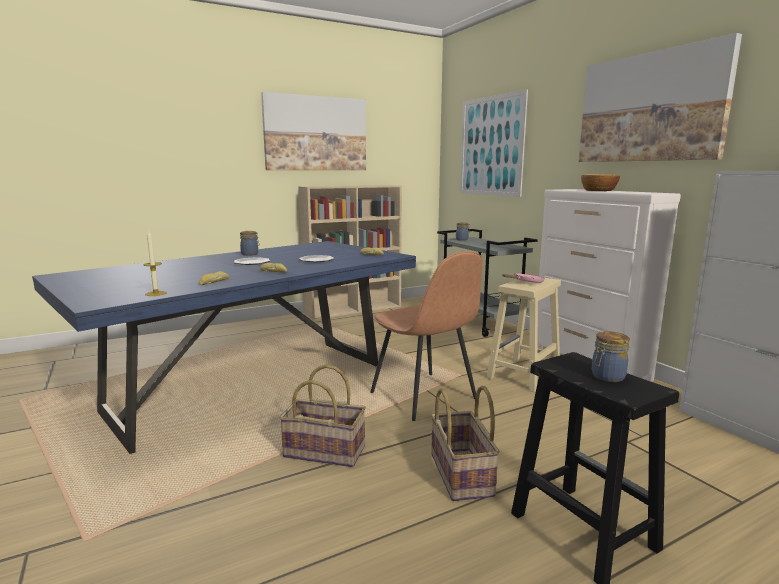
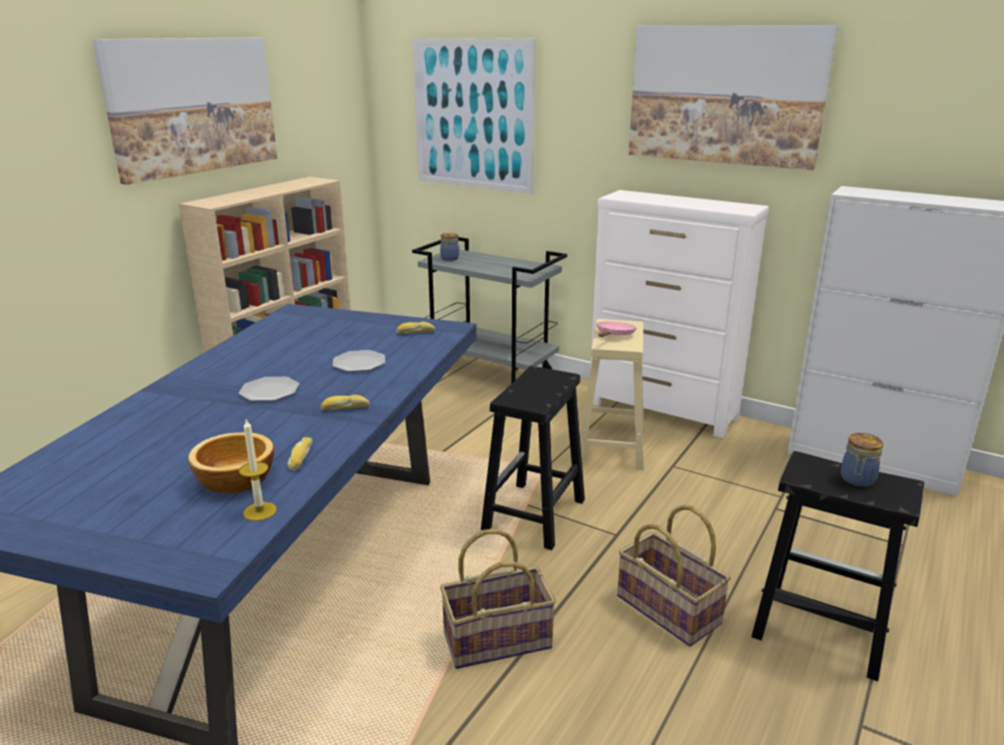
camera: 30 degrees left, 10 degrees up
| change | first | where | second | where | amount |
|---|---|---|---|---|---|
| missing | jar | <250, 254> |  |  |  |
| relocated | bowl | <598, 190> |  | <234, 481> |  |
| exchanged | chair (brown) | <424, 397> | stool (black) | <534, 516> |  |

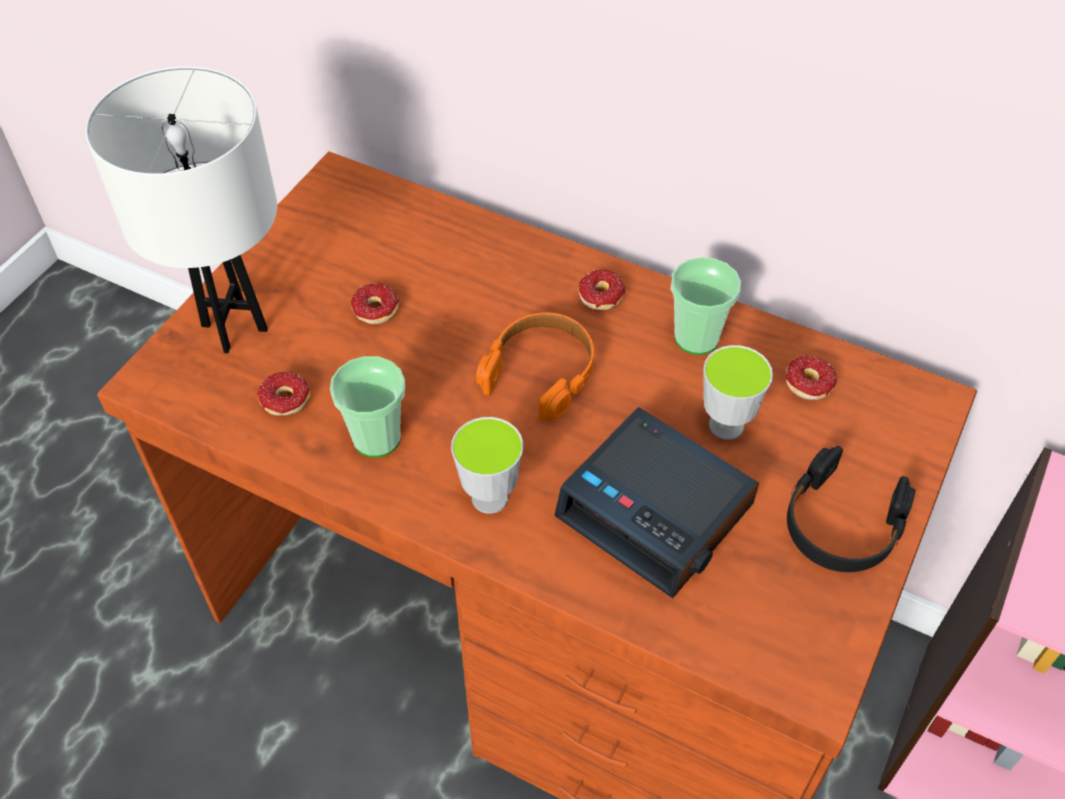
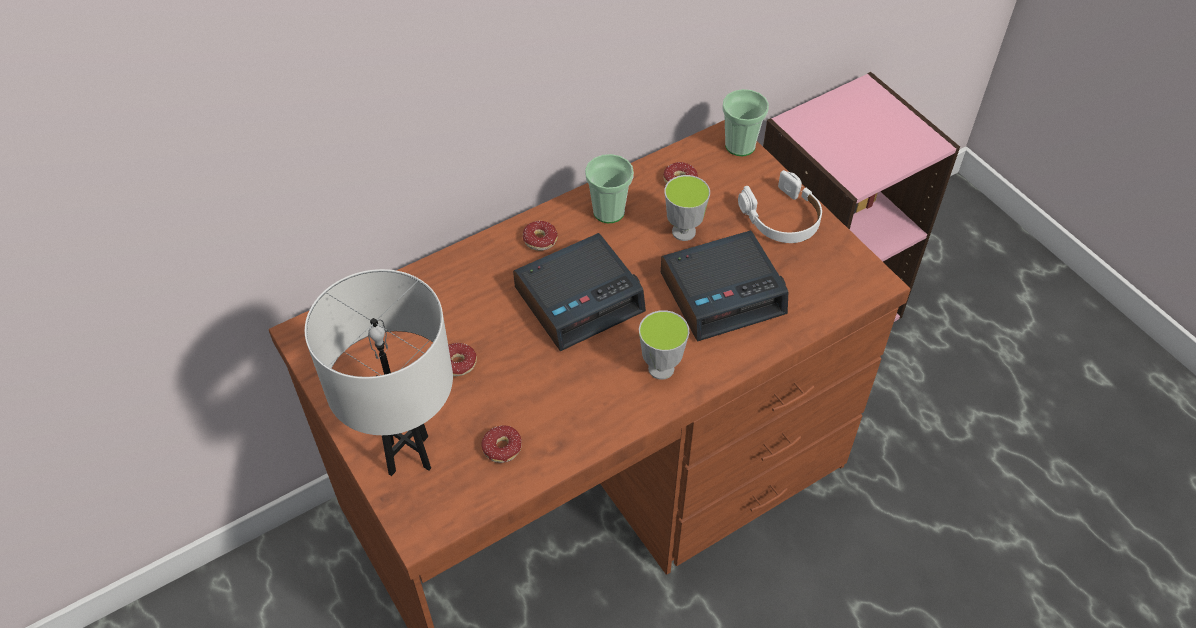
camera: 60 degrees left, 0 degrees up
| change | first | where | second | where | amount |
|---|---|---|---|---|---|
| relocated | cup | <376, 438> |  | <740, 146> |  |
| exchanged | headphones (orange) | <541, 372> | alarm clock | <580, 299> |  |
| colour | headphones (black) | <841, 523> | headphones (white) | <782, 218> |  |

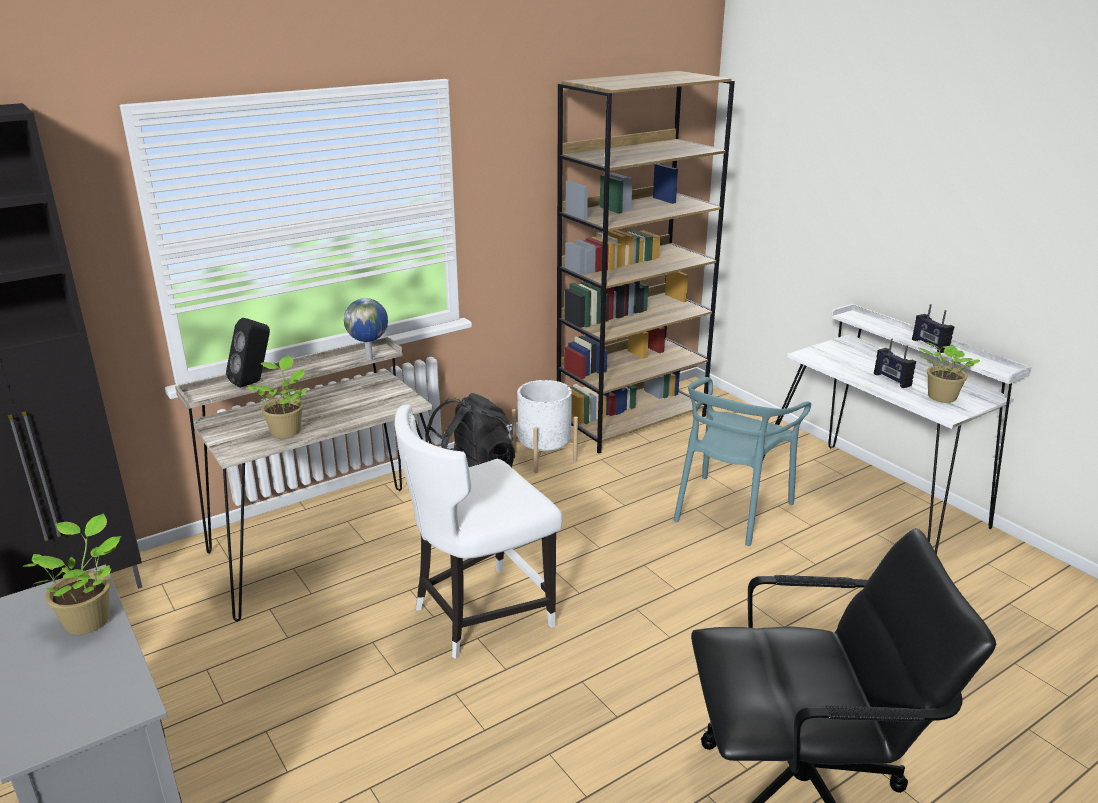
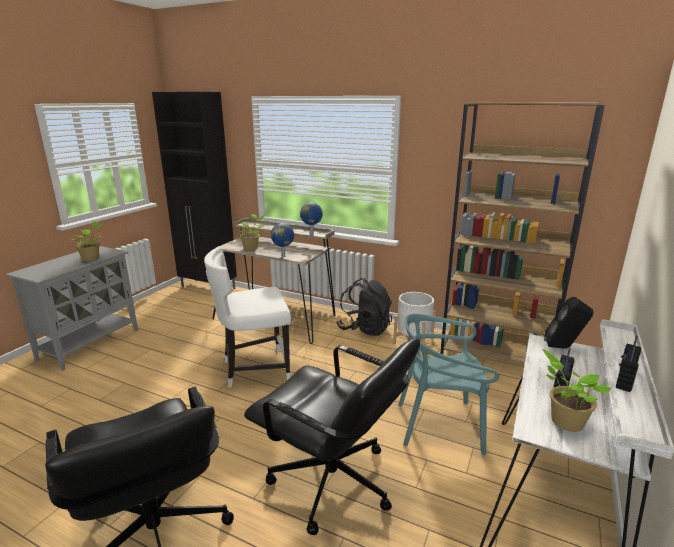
camera: 60 degrees right, 5 degrees down
| change | first | where | second | where | amount |
|---|---|---|---|---|---|
| appeared |  |  | office chair (black) | <332, 482> |  |
| appeared |  |  | globe | <284, 256> |  |
| relocated | speaker (black) | <254, 382> |  | <563, 348> |  |
| spun | chair (white) | <479, 614> |  | <254, 369> | 45 degrees counterclockwise |

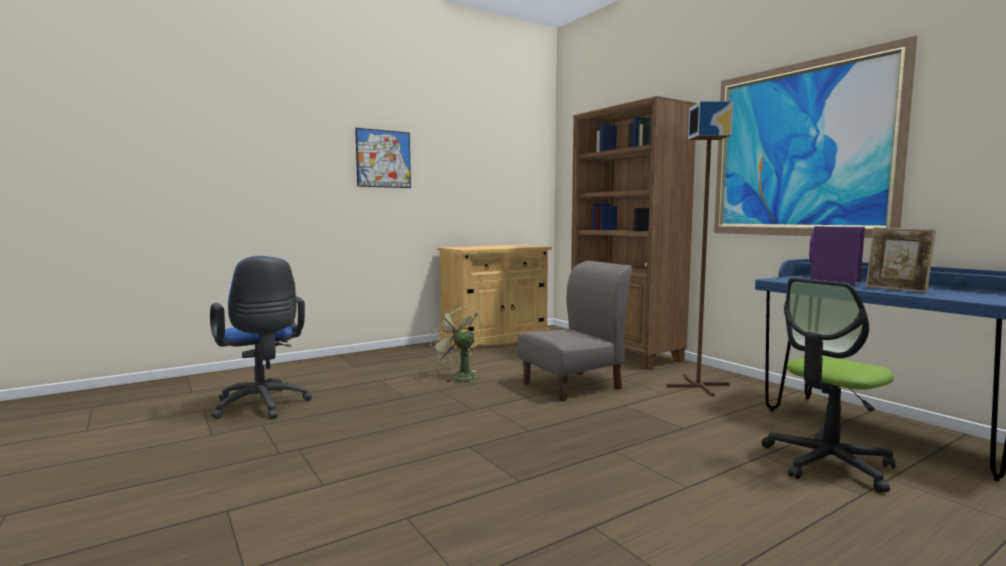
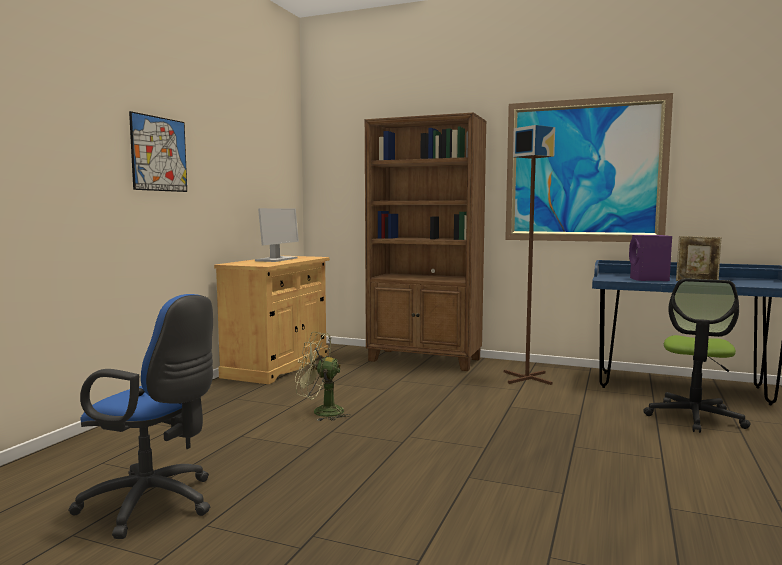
camera: 35 degrees left, 0 degrees up
| change | first | where | second | where | amount |
|---|---|---|---|---|---|
| missing | chair (grey) | <573, 385> |  |  |  |
| appeared |  |  | monitor | <276, 259> |  |

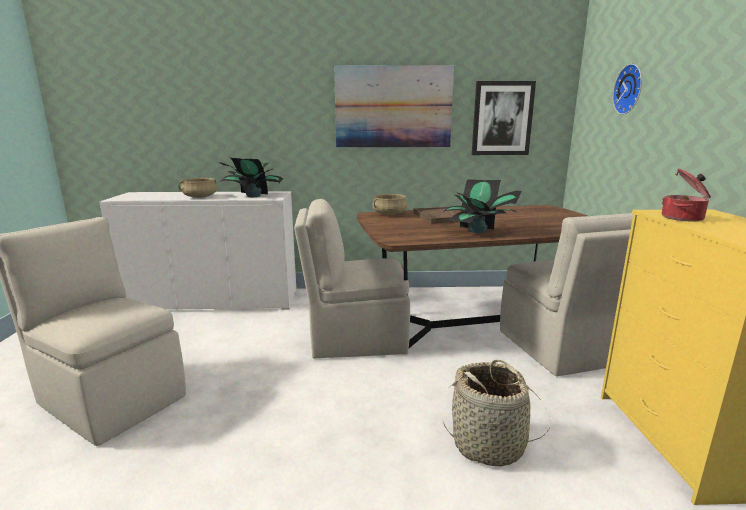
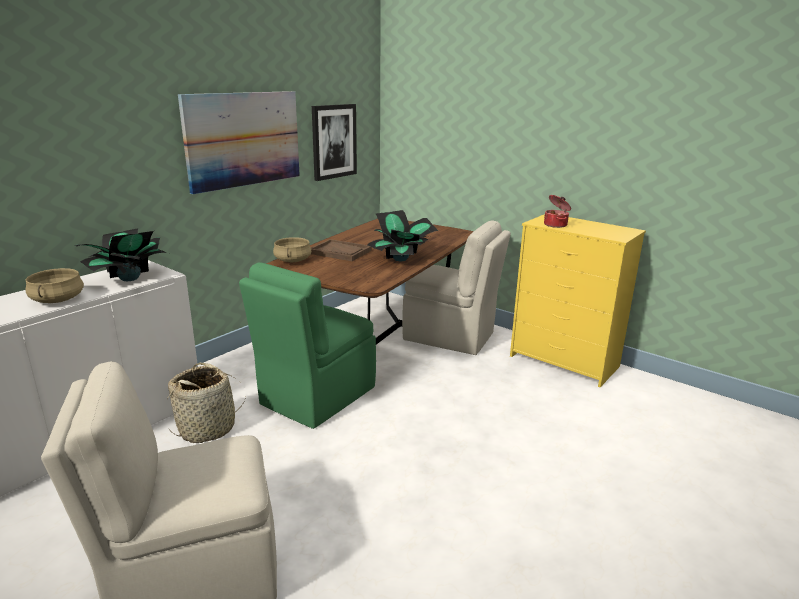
camera: 50 degrees left, 5 degrees up
| change | first | where | second | where | amount |
|---|---|---|---|---|---|
| missing | wall clock | <630, 89> |  |  |  |
| relocated | basket | <489, 444> |  | <208, 428> |  |
| colour | chair (beige) | <355, 339> | chair (green) | <316, 397> |  |

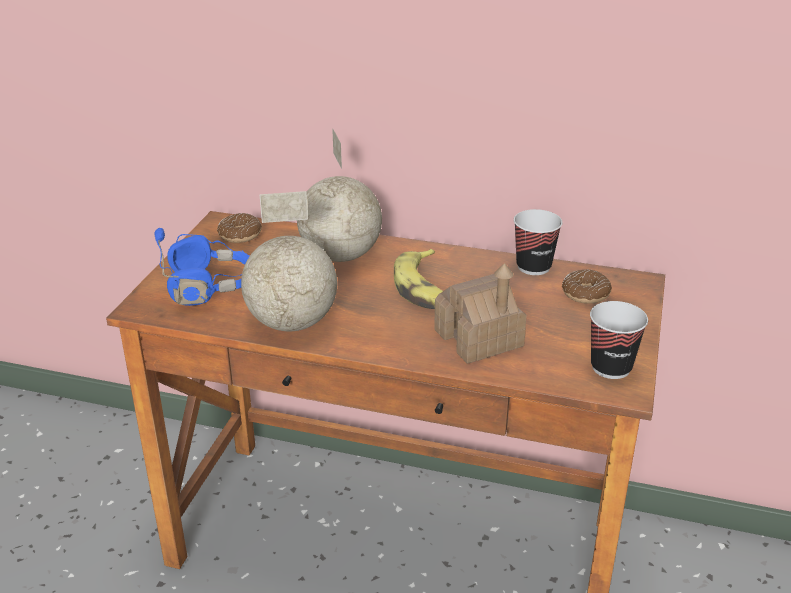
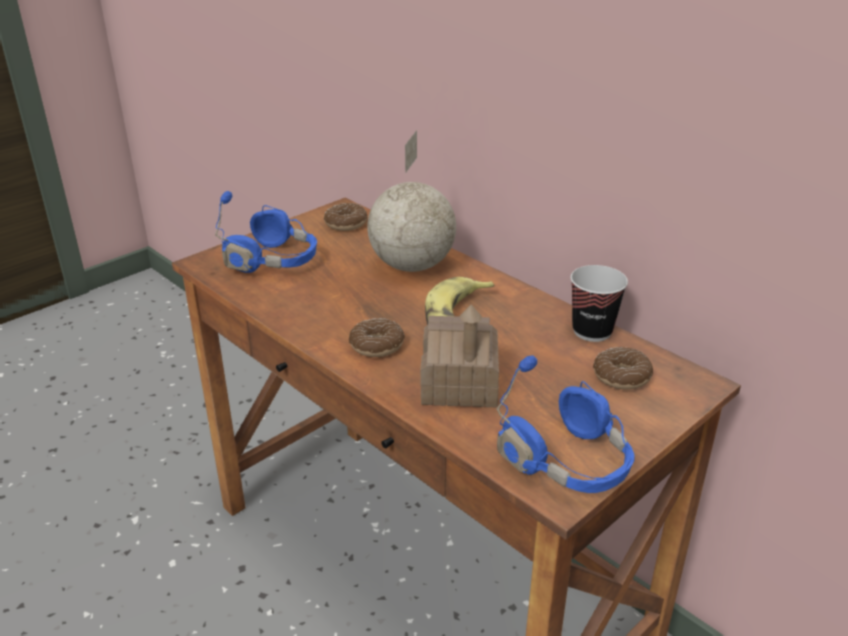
camera: 30 degrees right, 0 degrees up
| change | first | where | second | where | amount |
|---|---|---|---|---|---|
| missing | globe | <293, 323> |  |  |  |
| appeared |  |  | donut | <377, 345> |  |
| exchanged | cup | <611, 367> | headphones (blue) | <569, 463> |  |

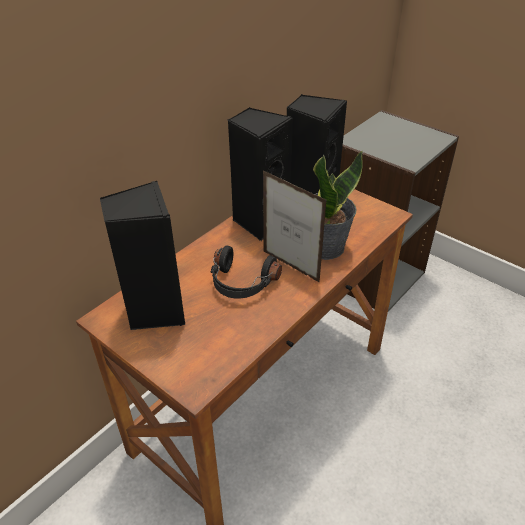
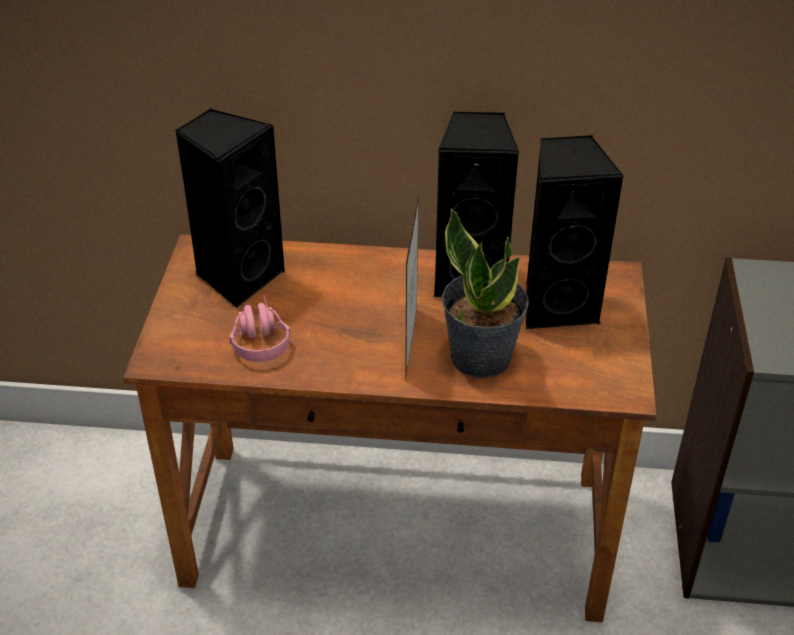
camera: 55 degrees right, 0 degrees up
| change | first | where | second | where | amount |
|---|---|---|---|---|---|
| missing | headphones (black) | <241, 284> |  |  |  |
| appeared |  |  | headphones (pink) | <259, 337> |  |

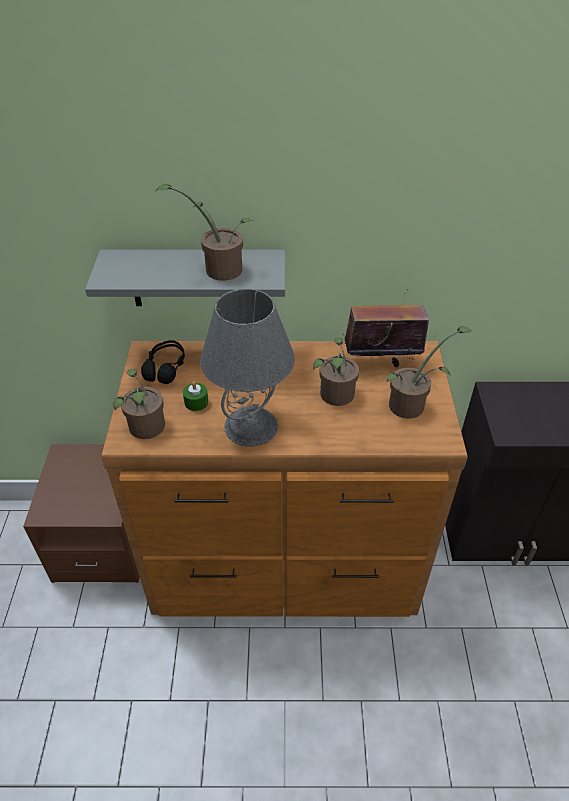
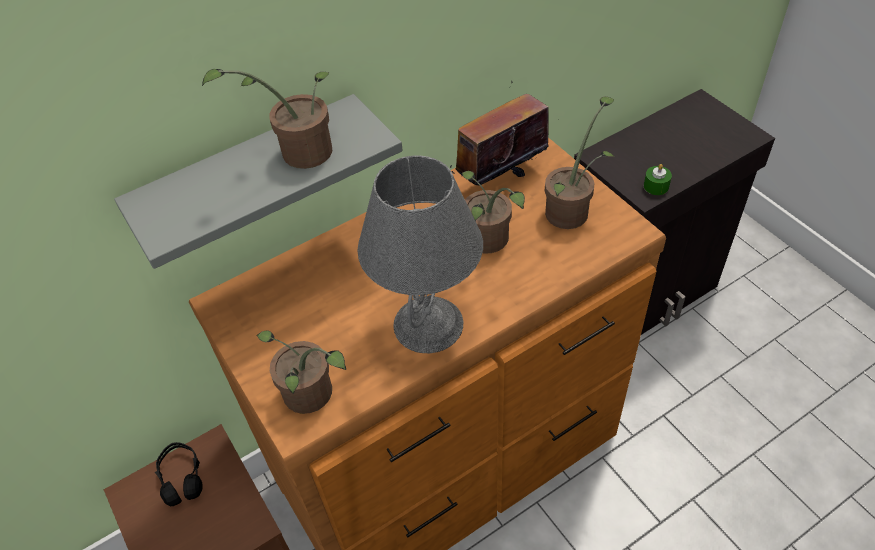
camera: 30 degrees left, 5 degrees up
| change | first | where | second | where | amount |
|---|---|---|---|---|---|
| relocated | headphones (black) | <165, 368> |  | <182, 478> |  |
| relocated | candle (green) | <196, 402> |  | <656, 186> |  |

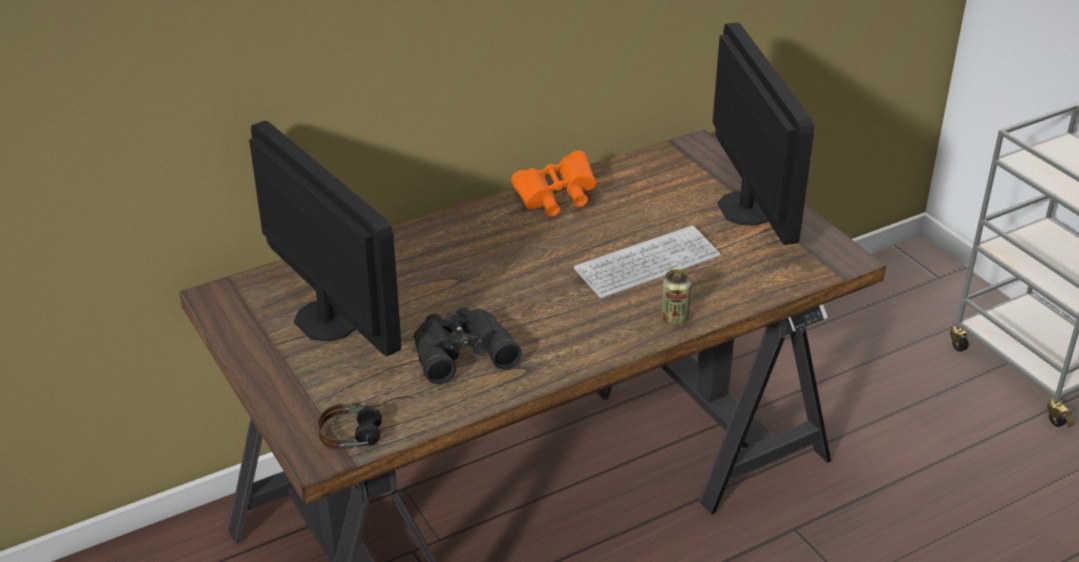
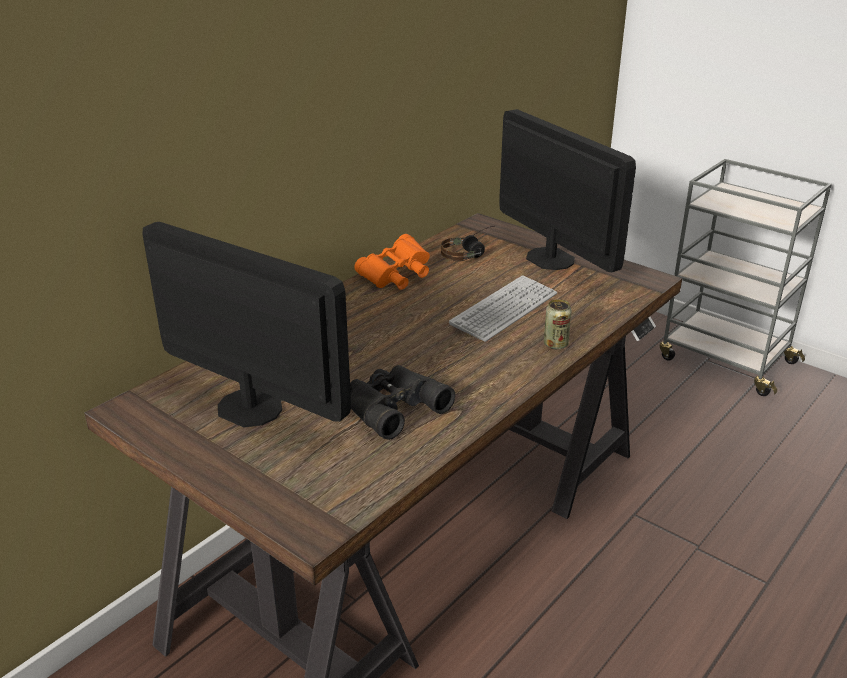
camera: 20 degrees left, 5 degrees down
| change | first | where | second | where | amount |
|---|---|---|---|---|---|
| relocated | headphones | <367, 432> |  | <470, 252> |  |

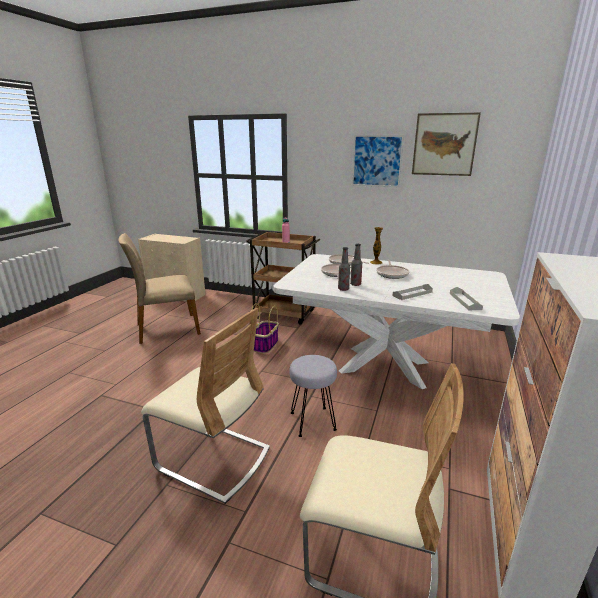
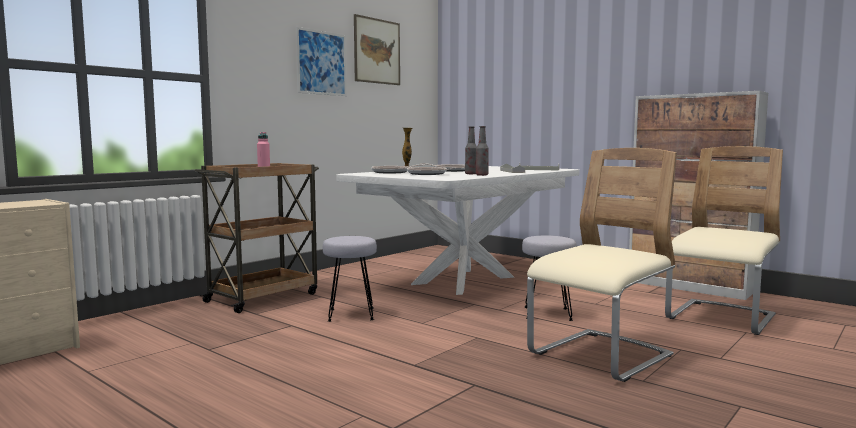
camera: 70 degrees left, 15 degrees down
| change | first | where | second | where | amount |
|---|---|---|---|---|---|
| missing | chair (beige) | <167, 328> |  |  |  |
| exchanged | basket | <265, 345> | stool (grey) | <350, 315> |  |

